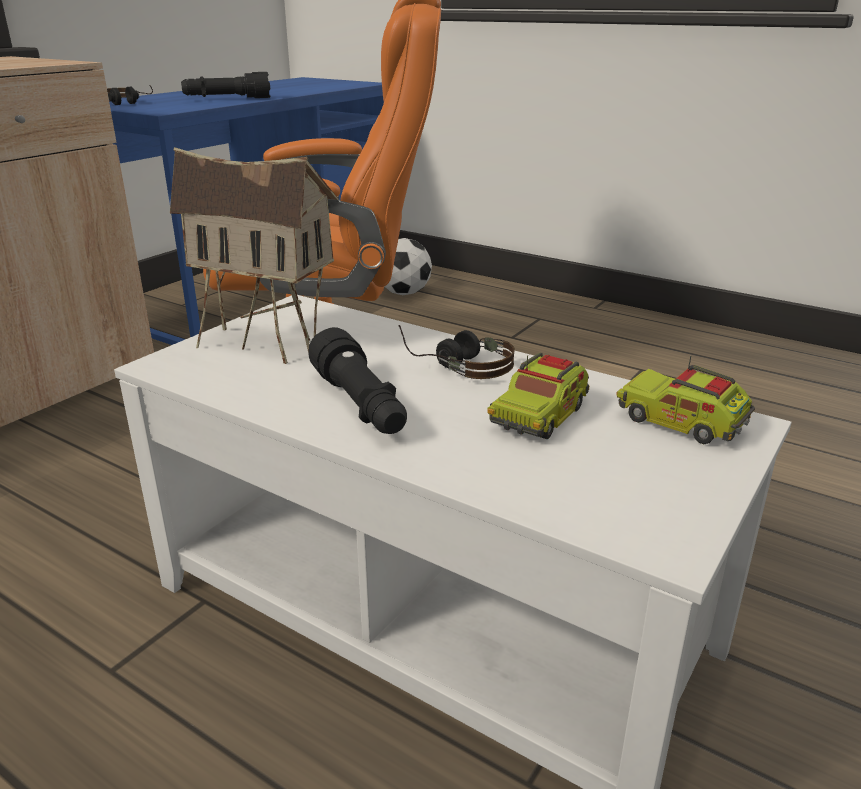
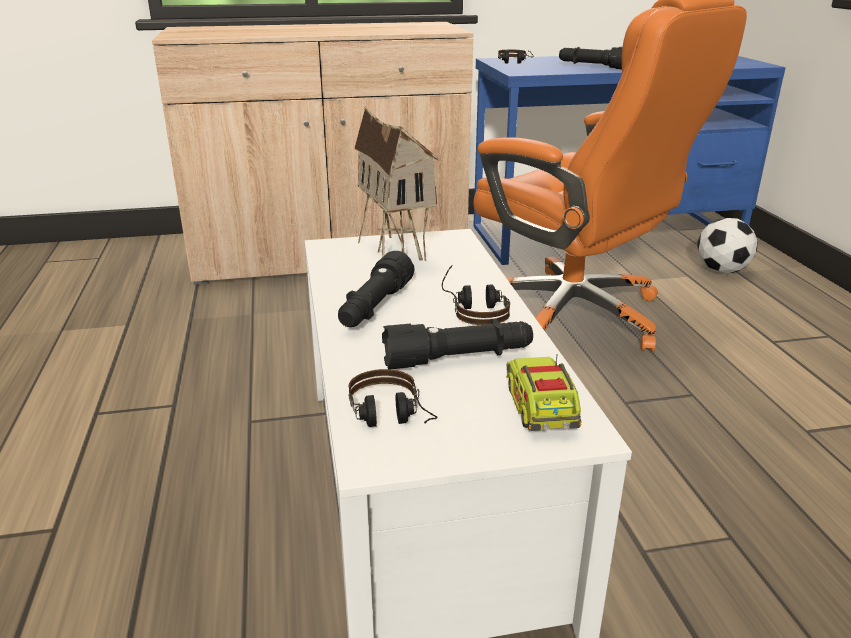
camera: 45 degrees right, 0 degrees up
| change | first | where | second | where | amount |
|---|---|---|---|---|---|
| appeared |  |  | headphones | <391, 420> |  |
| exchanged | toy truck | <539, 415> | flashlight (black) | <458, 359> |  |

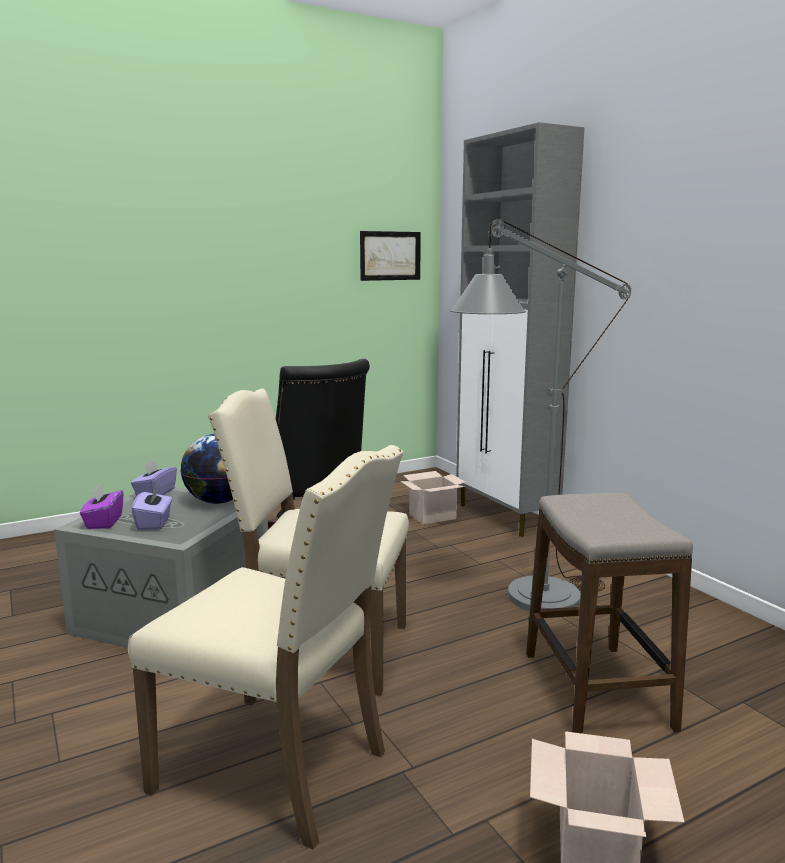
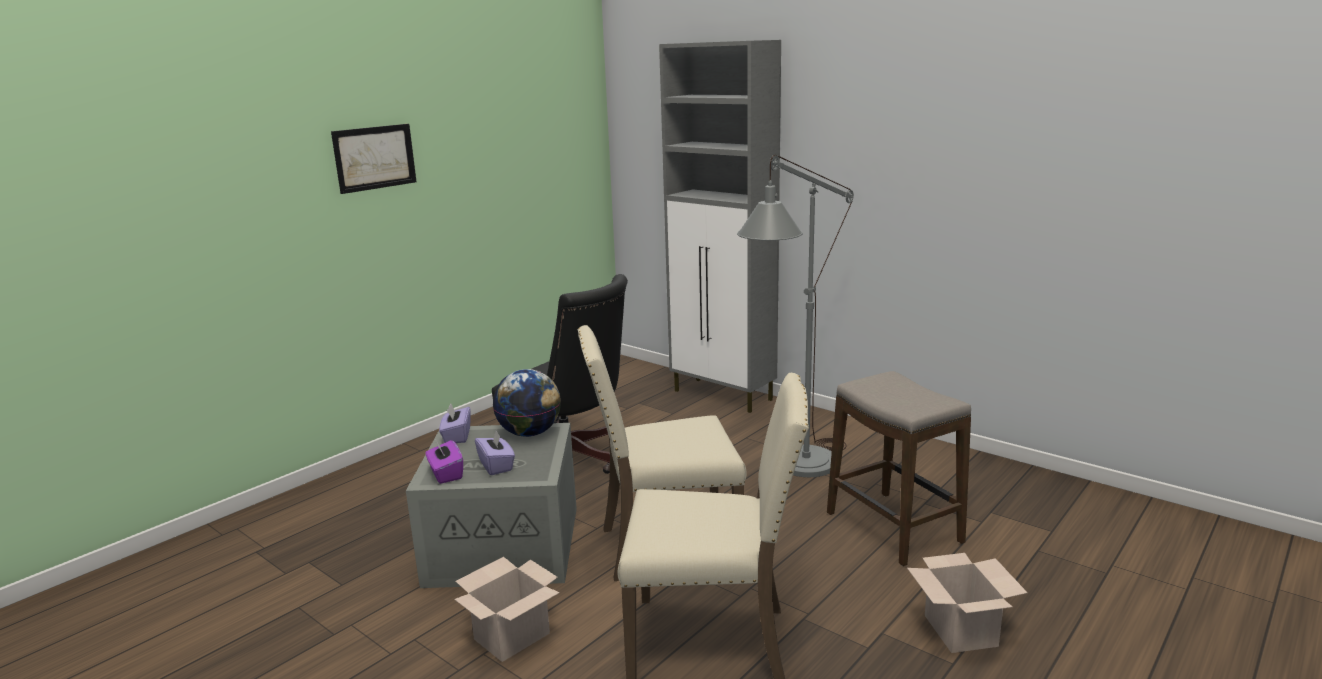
camera: 20 degrees left, 5 degrees up
| change | first | where | second | where | amount |
|---|---|---|---|---|---|
| relocated | picture | <390, 256> |  | <375, 157> |  |
| relocated | cardboard box | <433, 516> |  | <512, 635> |  |

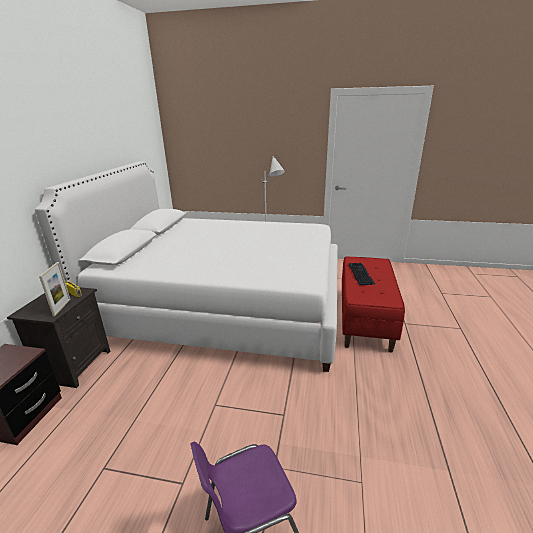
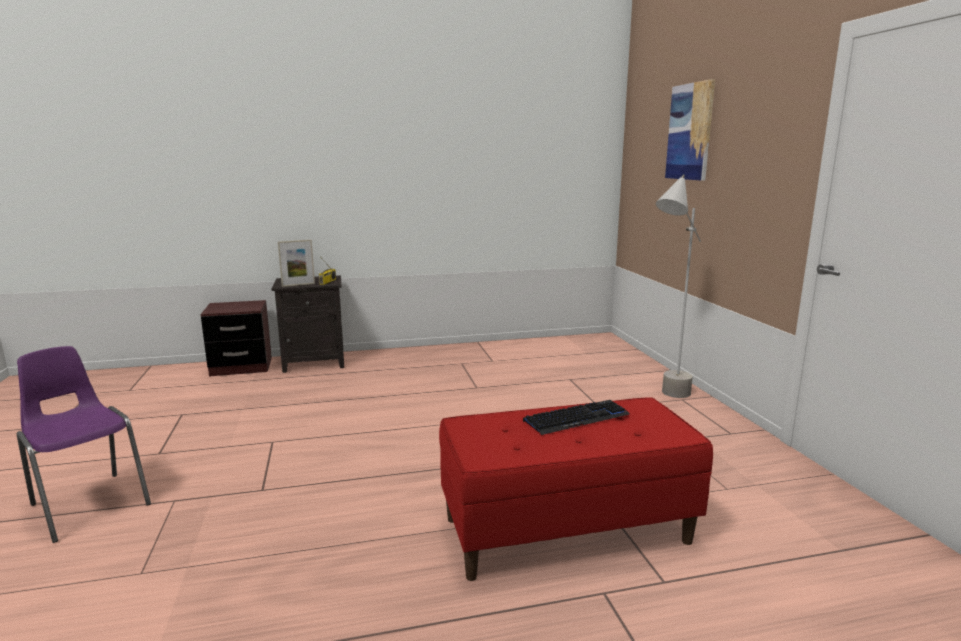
camera: 65 degrees right, 10 degrees down
| change | first | where | second | where | amount |
|---|---|---|---|---|---|
| missing | bed (white) | <224, 306> |  |  |  |
| appeared |  |  | picture | <690, 132> |  |

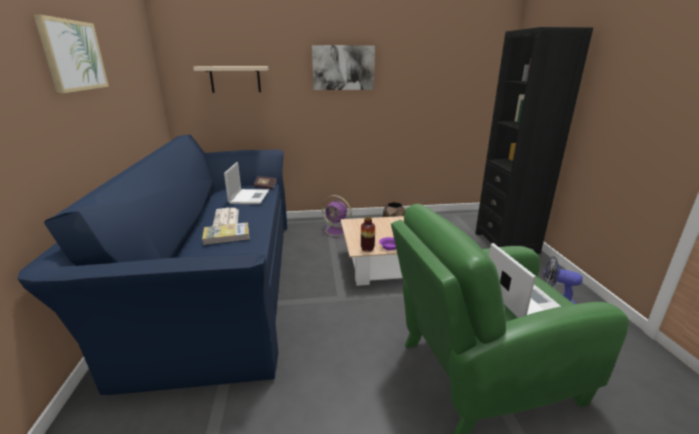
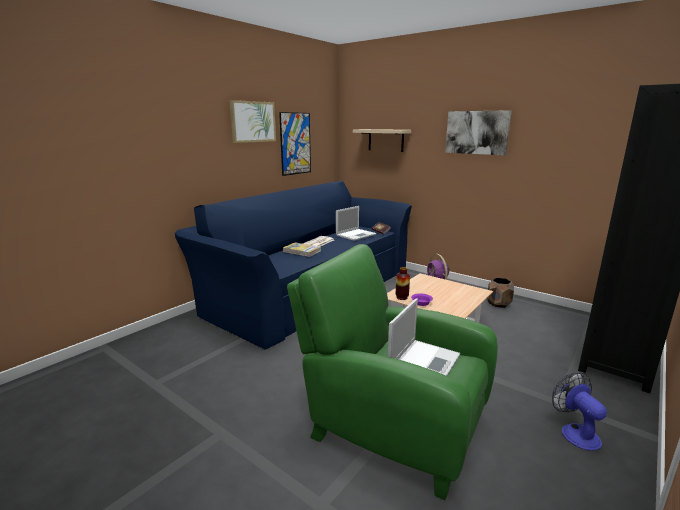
camera: 45 degrees right, 5 degrees down
| change | first | where | second | where | amount |
|---|---|---|---|---|---|
| appeared |  |  | picture | <295, 143> |  |

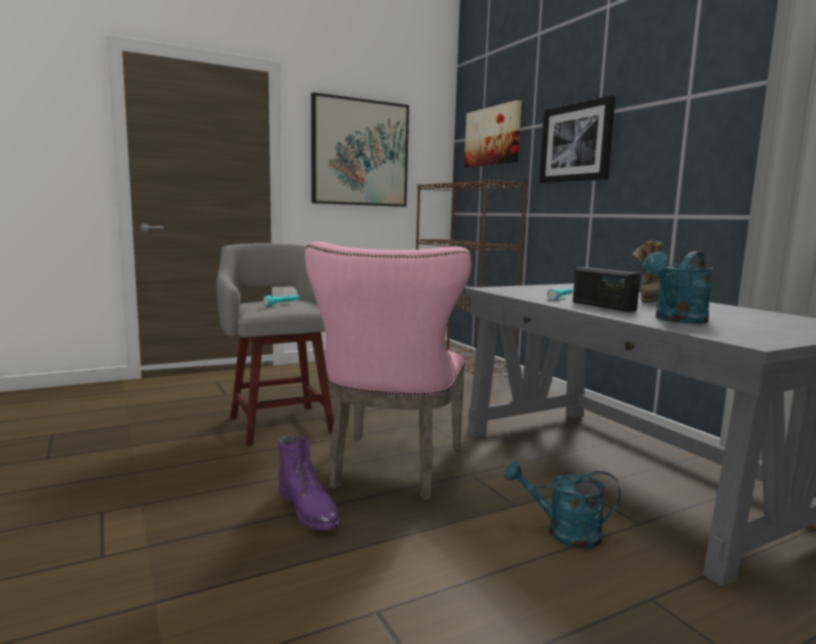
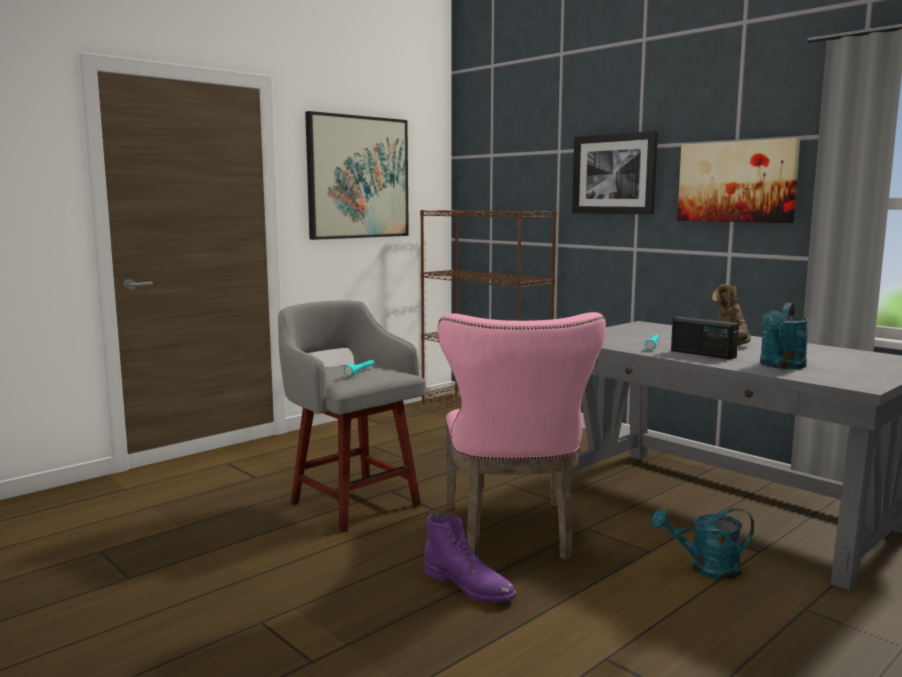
camera: 15 degrees left, 0 degrees up
| change | first | where | second | where | amount |
|---|---|---|---|---|---|
| relocated | picture | <492, 136> |  | <736, 182> |  |

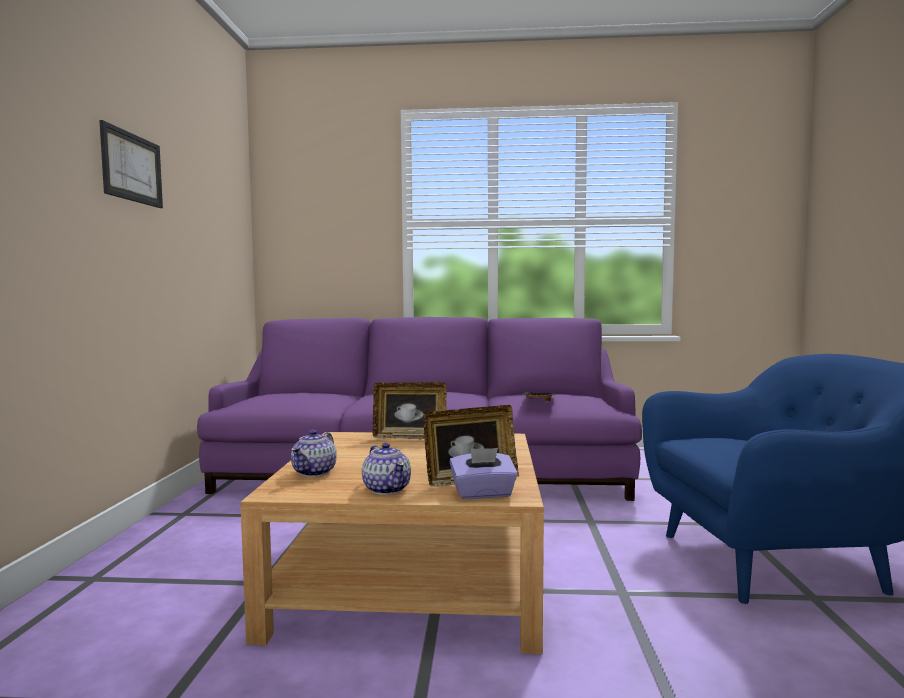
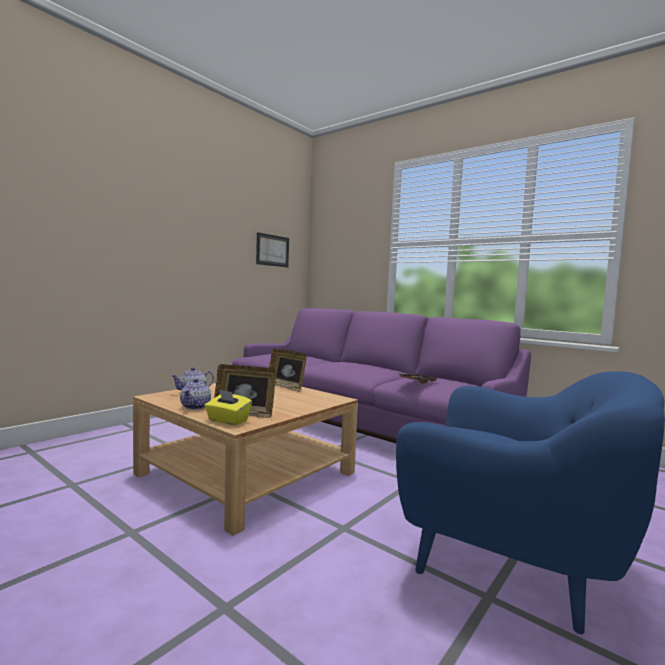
camera: 35 degrees right, 0 degrees up
| change | first | where | second | where | amount |
|---|---|---|---|---|---|
| relocated | picture | <132, 167> |  | <272, 250> |  |
| colour | tissue box (purple) | <483, 494> | tissue box (yellow) | <227, 421> |  |

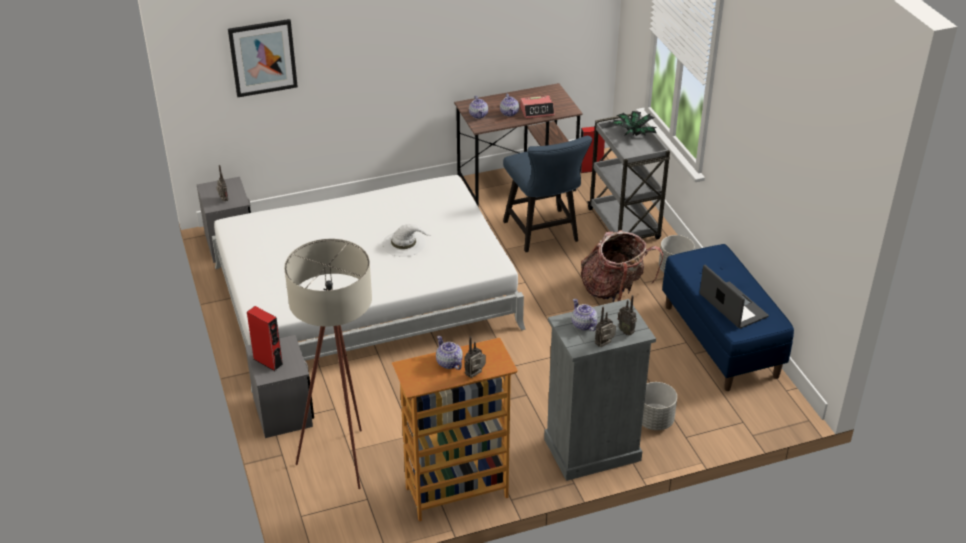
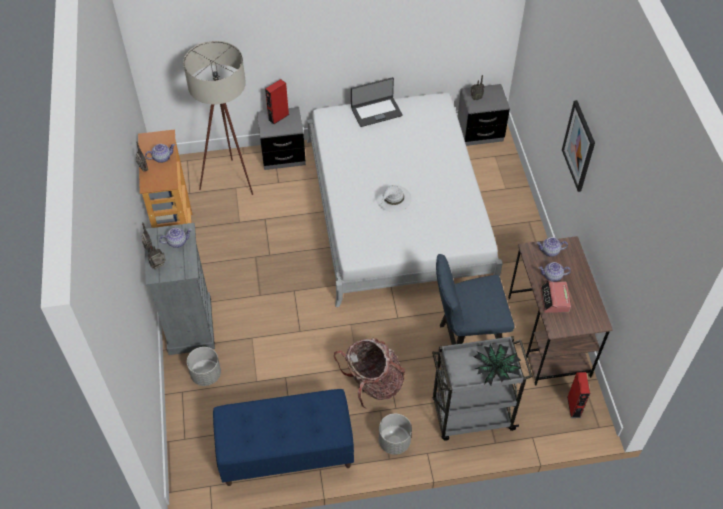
camera: 100 degrees right, 15 degrees up
| change | first | where | second | where | amount |
|---|---|---|---|---|---|
| relocated | picture | <263, 57> |  | <579, 146> |  |
| relocated | laptop | <732, 306> |  | <376, 111> |  |

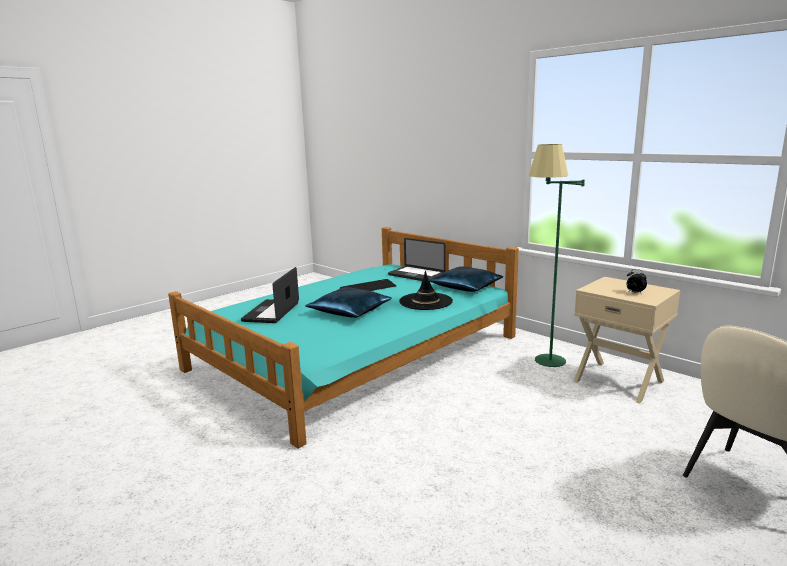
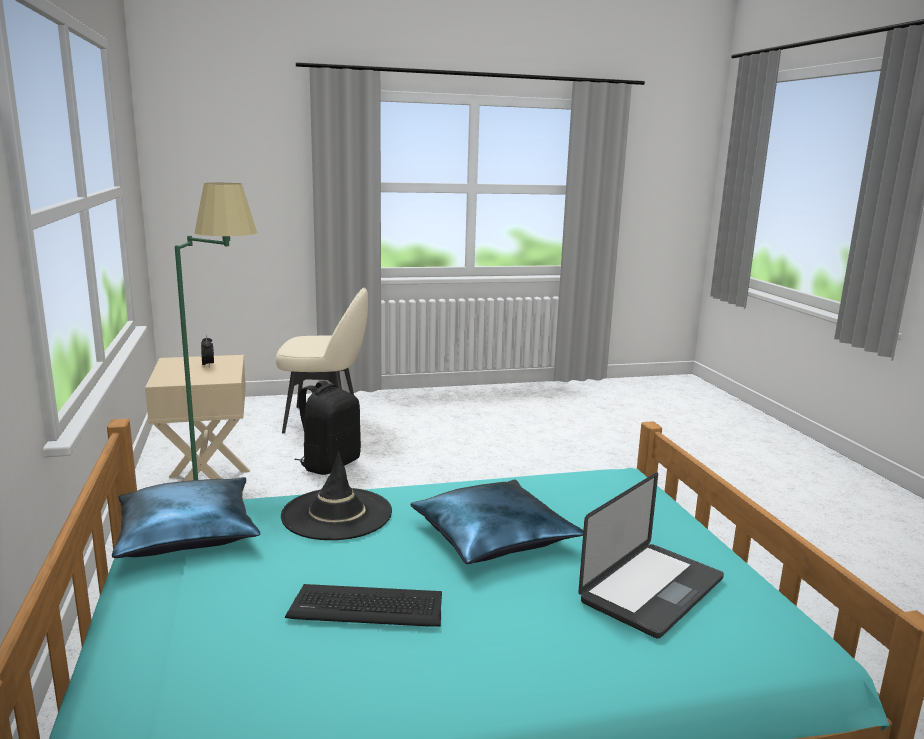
camera: 150 degrees left, 0 degrees up
| change | first | where | second | where | amount |
|---|---|---|---|---|---|
| missing | laptop | <416, 275> |  |  |  |
| appeared |  |  | backpack (black) | <329, 464> |  |

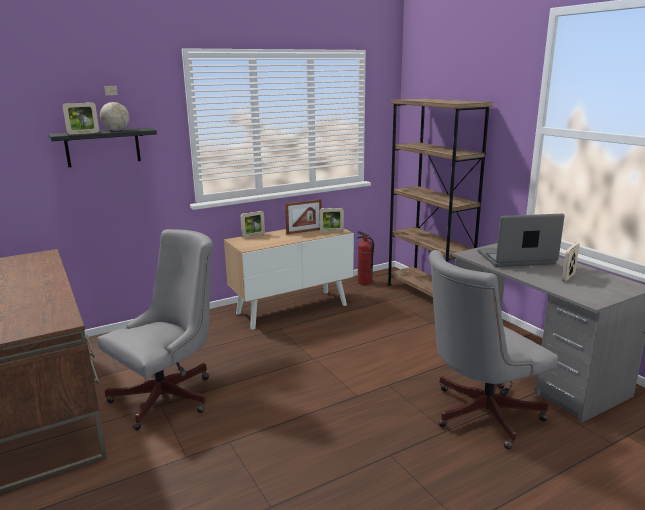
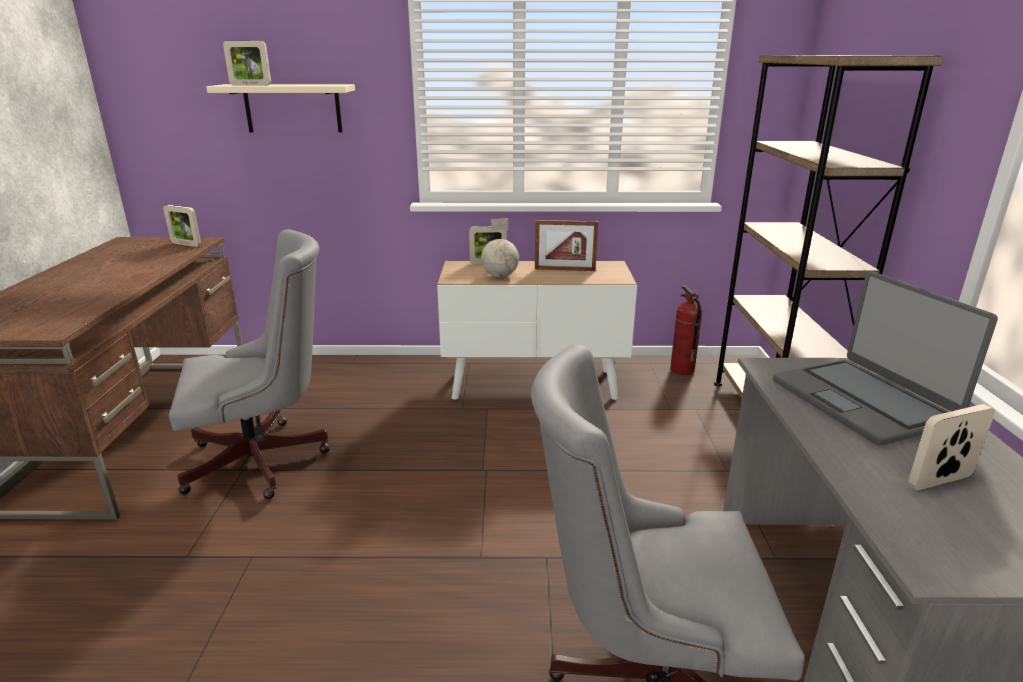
camera: 30 degrees right, 5 degrees up
| change | first | where | second | where | amount |
|---|---|---|---|---|---|
| relocated | globe | <116, 130> |  | <499, 276> |  |
| relocated | picture frame | <331, 231> |  | <186, 244> |  |
| colour | shelf (black) | <103, 147> | shelf (beige) | <293, 108> |  |
| spun | laptop | <516, 258> |  | <862, 401> | 135 degrees counterclockwise |

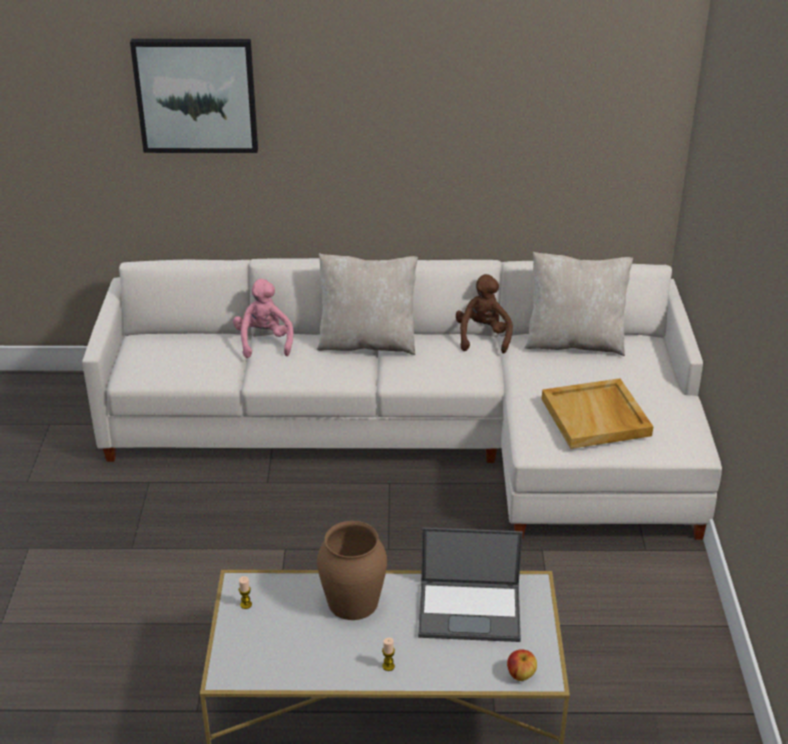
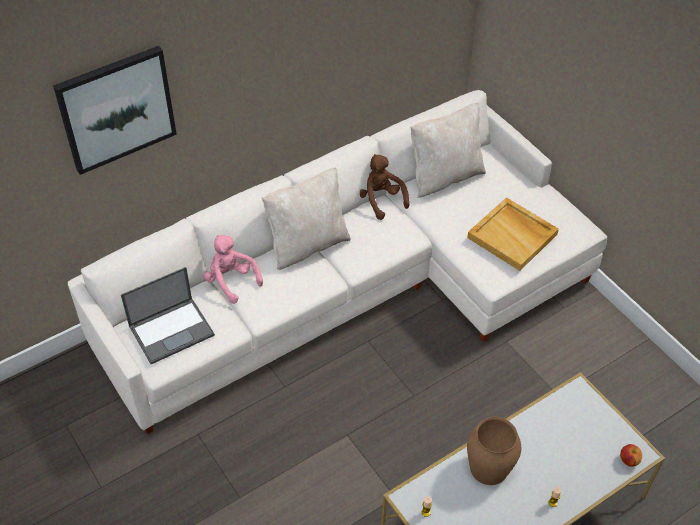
camera: 35 degrees left, 15 degrees up
| change | first | where | second | where | amount |
|---|---|---|---|---|---|
| relocated | laptop | <471, 610> |  | <172, 330> |  |

